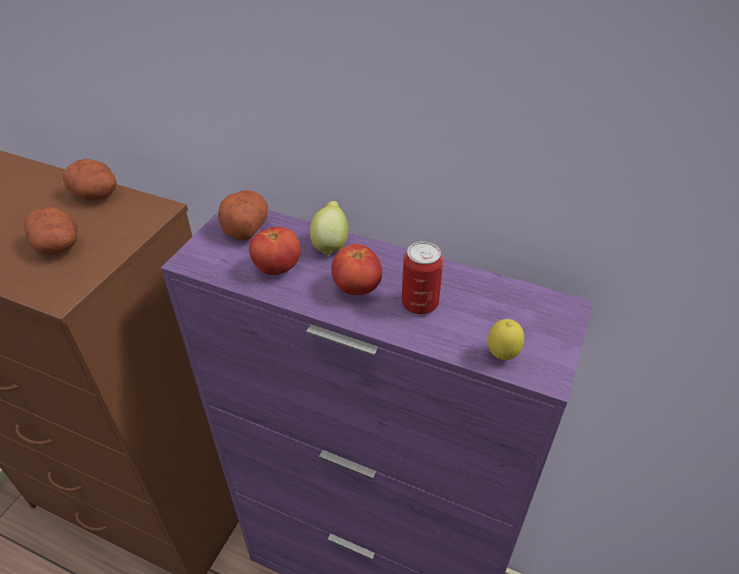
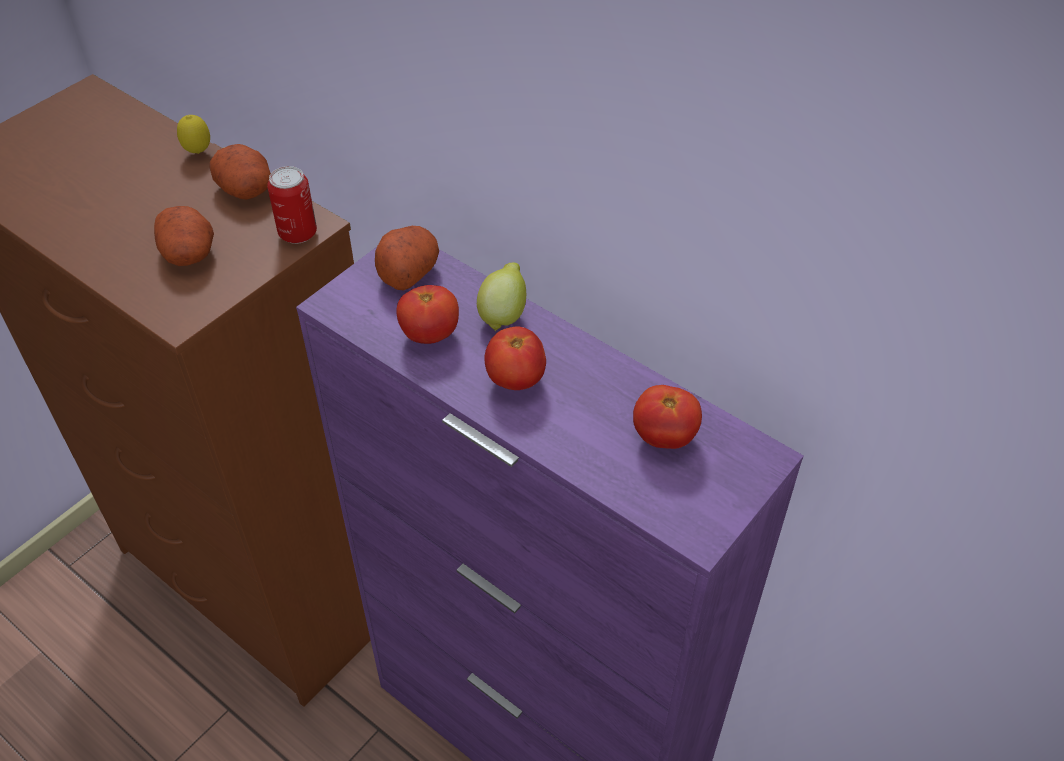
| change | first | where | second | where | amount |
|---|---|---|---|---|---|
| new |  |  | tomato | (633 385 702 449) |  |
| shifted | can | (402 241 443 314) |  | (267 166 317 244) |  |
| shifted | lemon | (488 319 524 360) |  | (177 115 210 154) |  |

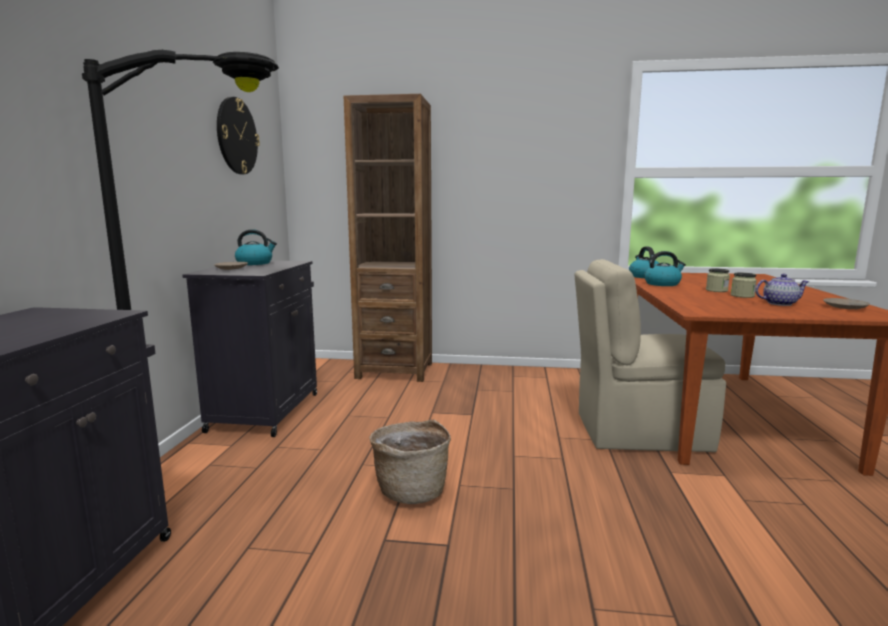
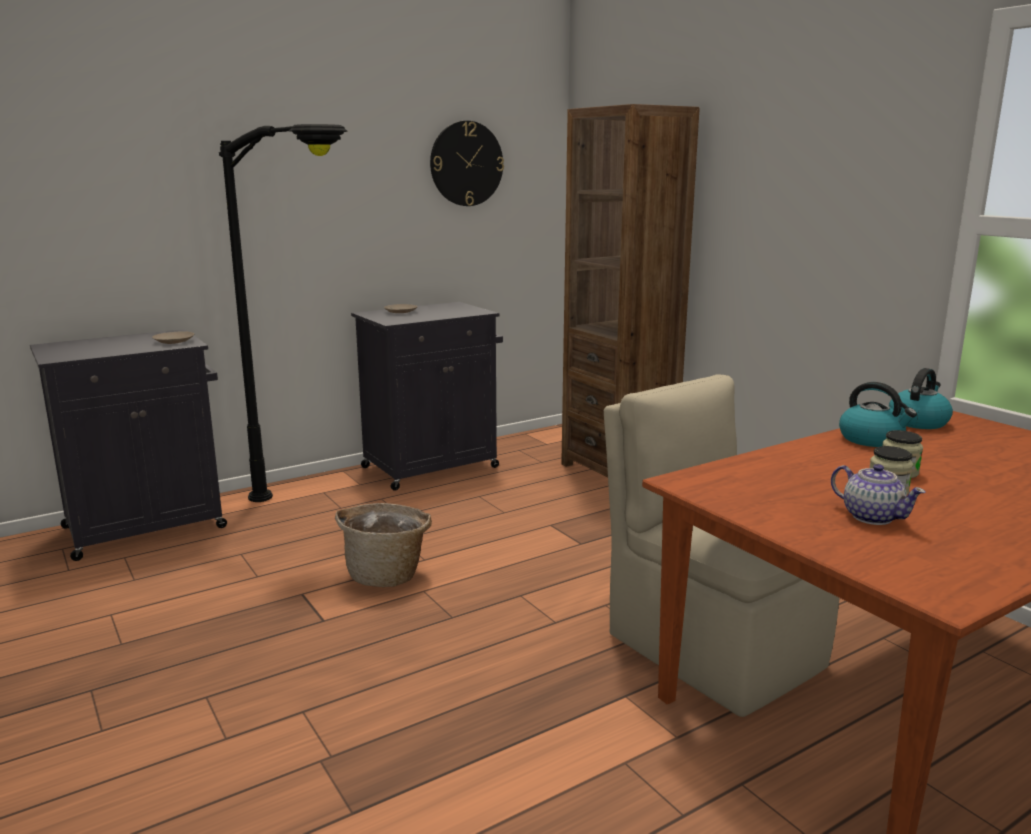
| change | first | where | second | where | amount |
|---|---|---|---|---|---|
| gone | kettle | (235 229 277 265) |  |  |  |
| shifted | plate in beige | (823 298 870 309) |  | (152 331 194 344) |  |

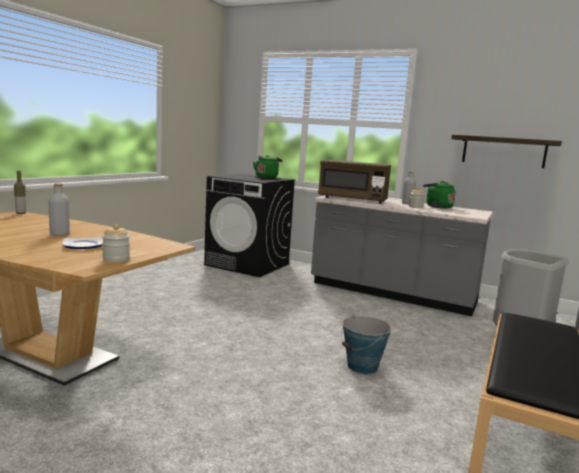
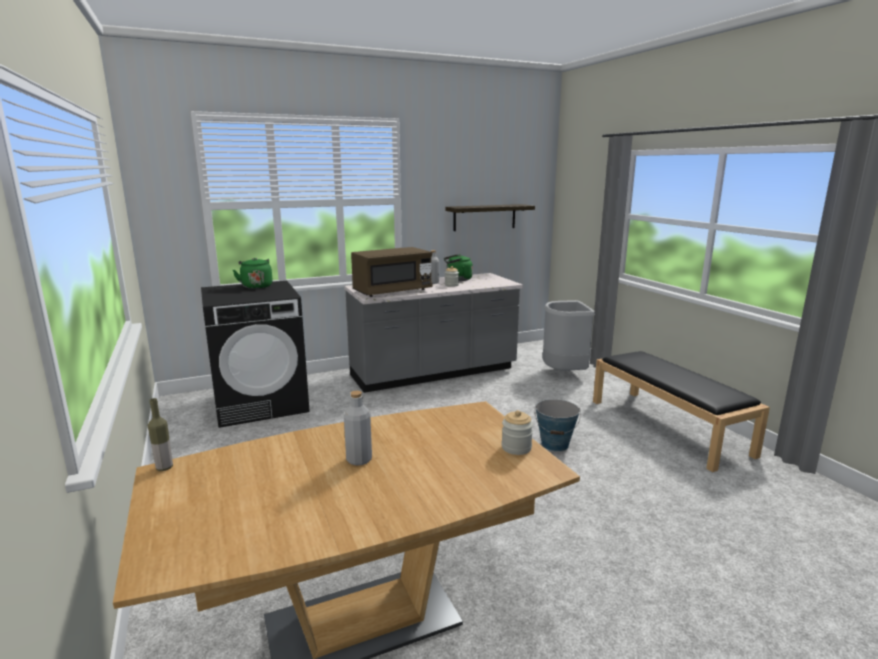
| change | first | where | second | where | amount |
|---|---|---|---|---|---|
| gone | plate | (63 237 103 249) |  |  |  |

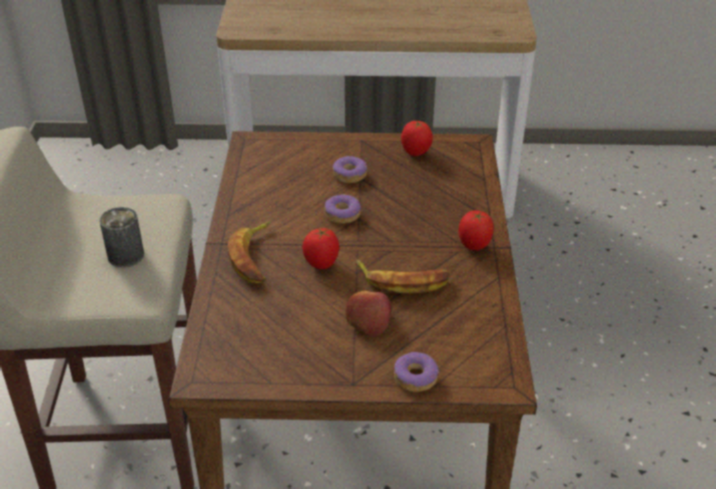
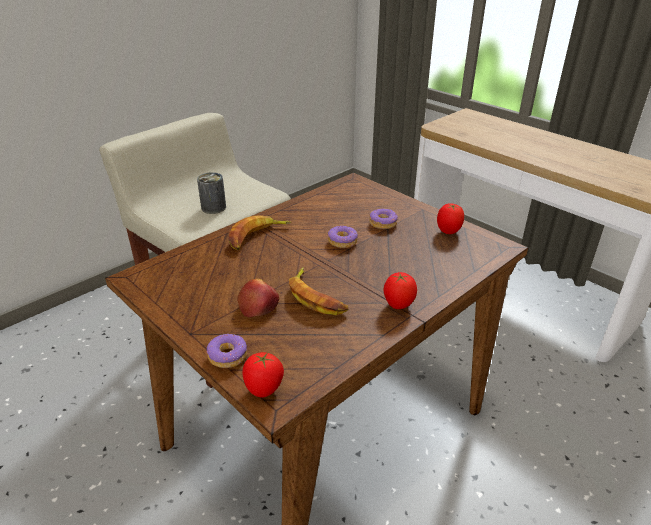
| change | first | where | second | where | amount |
|---|---|---|---|---|---|
| shifted | tomato | (302 228 339 269) |  | (242 352 284 397) |  |

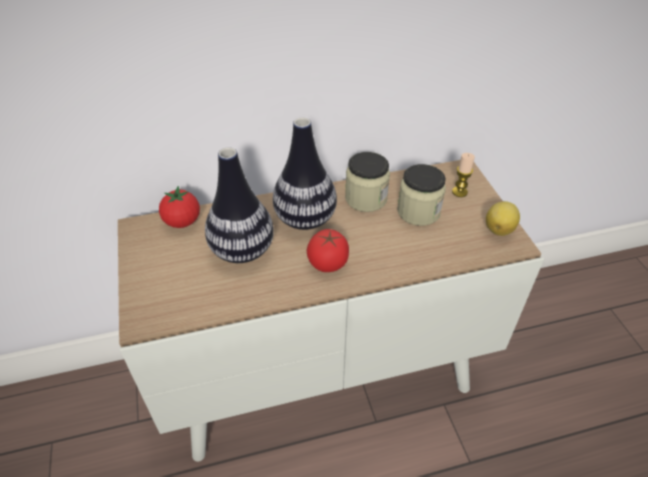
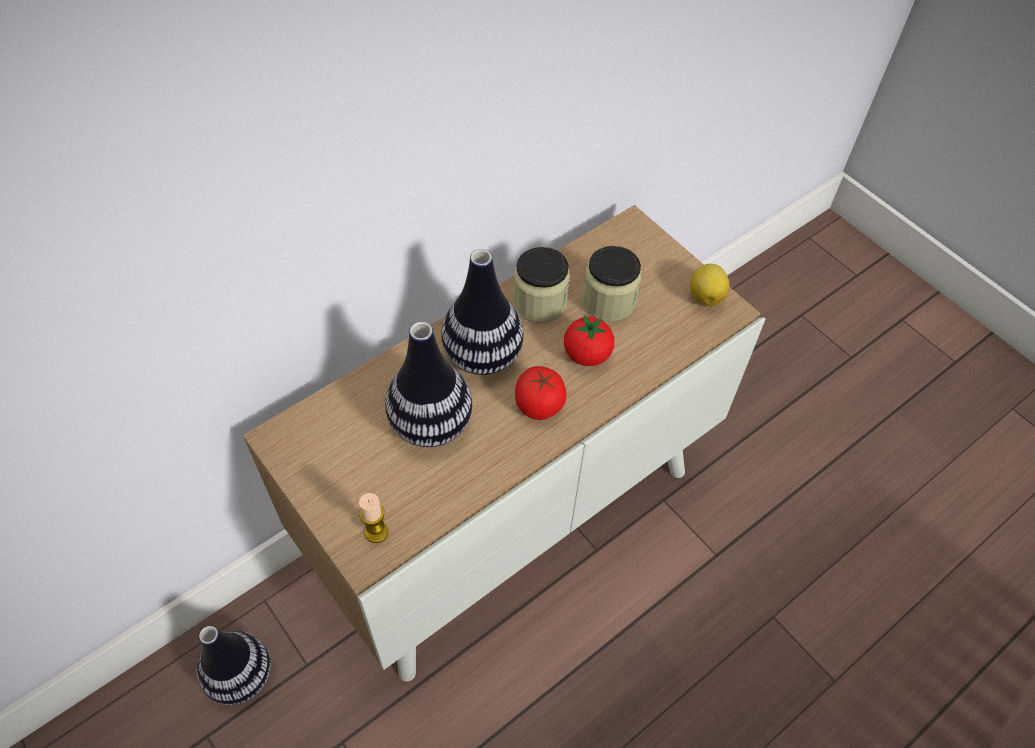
| change | first | where | second | where | amount |
|---|---|---|---|---|---|
| new |  |  | vase | (196 626 271 705) |  |
| shifted | tomato | (159 186 200 228) |  | (564 315 614 366) |  |
| shifted | candle | (452 153 475 197) |  | (359 493 388 543) |  |

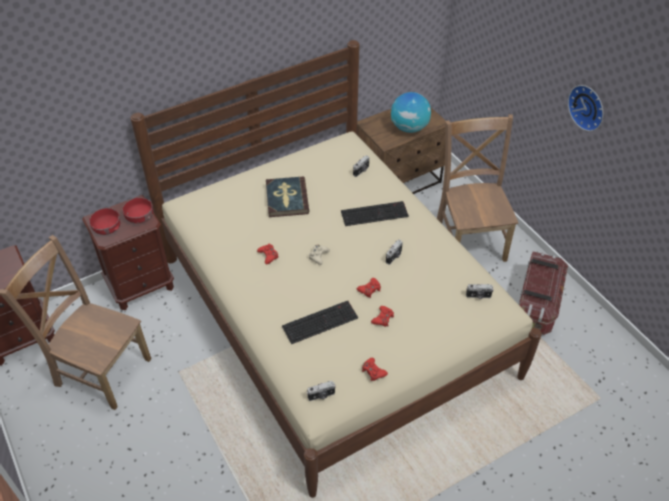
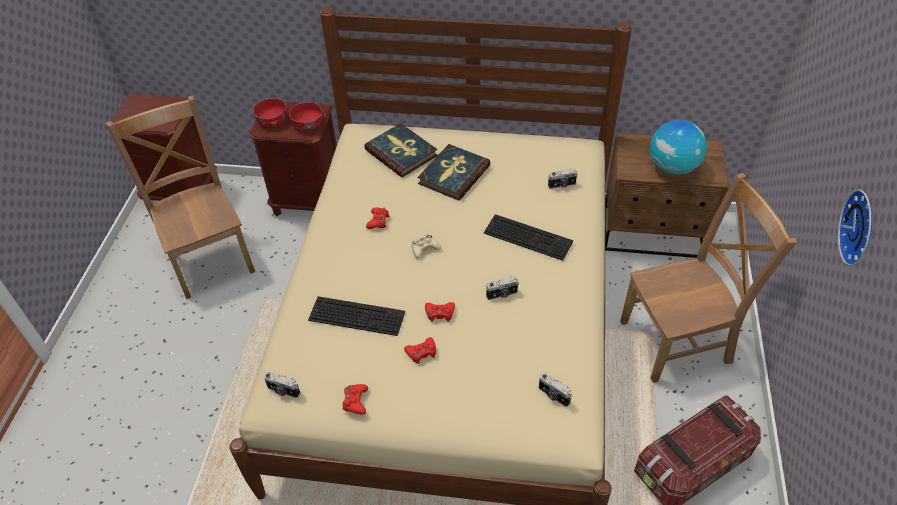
| change | first | where | second | where | amount |
|---|---|---|---|---|---|
| new |  |  | book | (364 123 438 177) |  |
| rotated | chair in brown | (437 114 518 262) |  | (620 173 797 383) | 45 degrees clockwise |

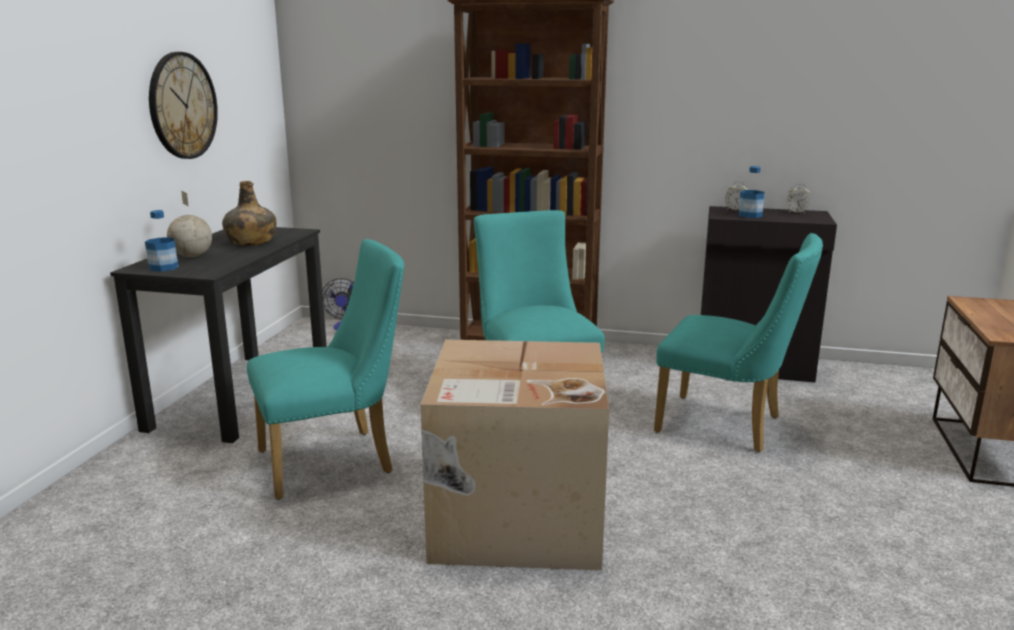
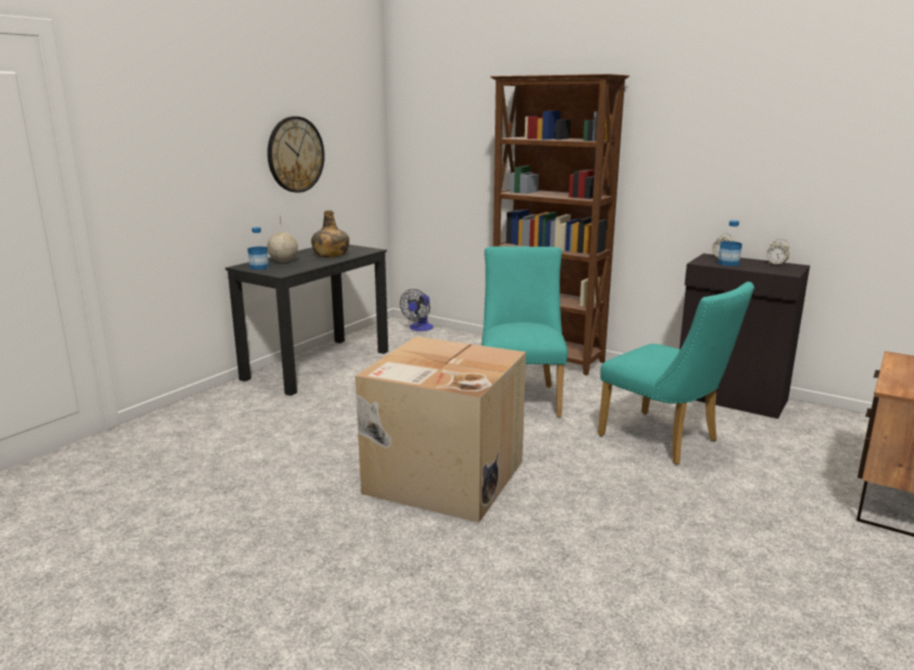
| change | first | where | second | where | amount |
|---|---|---|---|---|---|
| gone | chair in turquoise | (247 239 404 500) |  |  |  |

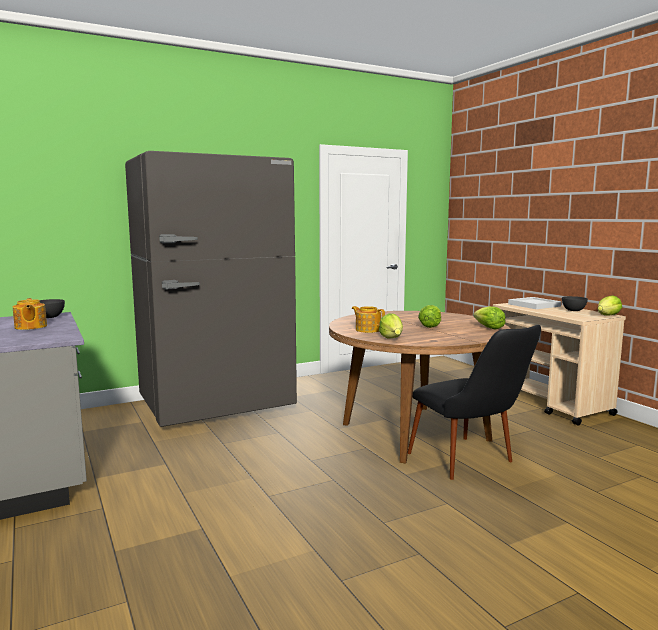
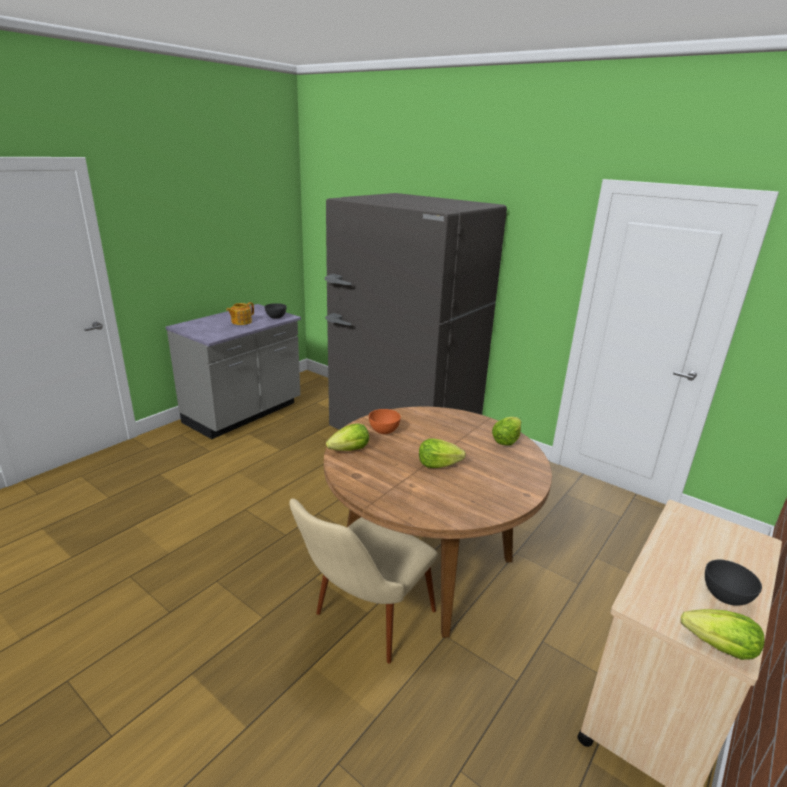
| change | first | where | second | where | amount |
|---|---|---|---|---|---|
| gone | tray in white | (508 297 561 309) |  |  |  |
| shifted | lettuce | (473 306 506 329) |  | (492 417 521 445) |  |
| swapped | teapot | (351 306 385 333) | bowl in orange | (369 409 401 434) |  |
| repainted | chair in black | (408 325 541 480) | chair in beige | (289 499 438 664) |  |

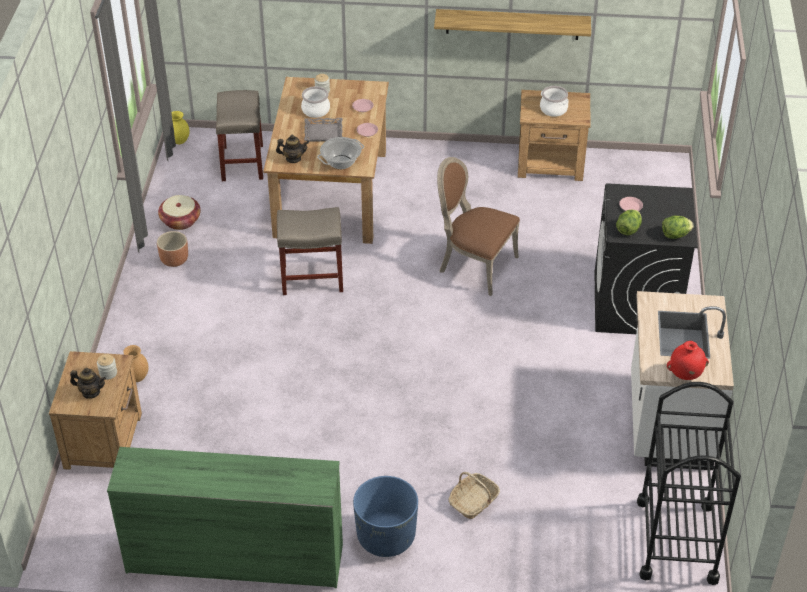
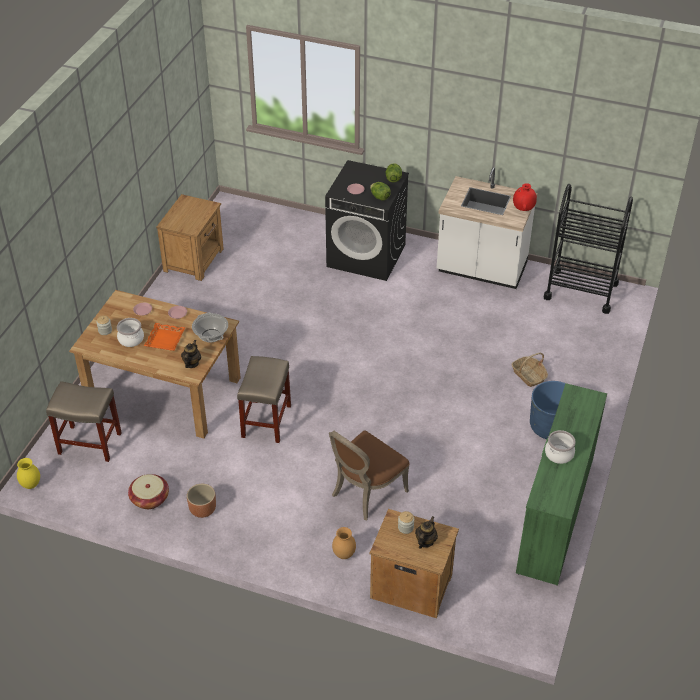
| change | first | where | second | where | amount |
|---|---|---|---|---|---|
| gone | shelf | (434 9 591 40) |  |  |  |
| shifted | chair in brown | (437 157 520 296) |  | (329 430 409 520) |  |
| shifted | cooking pot | (540 86 569 117) |  | (545 430 576 464) |  |
| repainted | tray in grey | (304 118 343 142) | tray in orange | (144 323 186 351) |  |

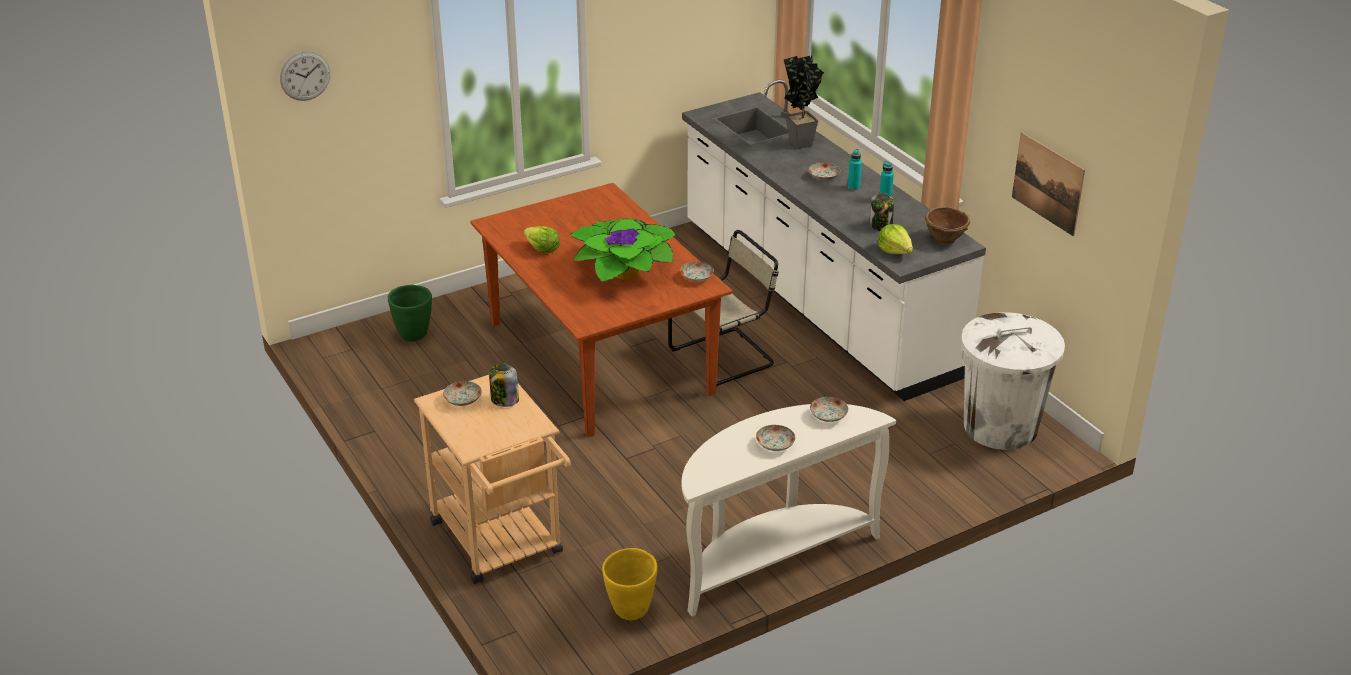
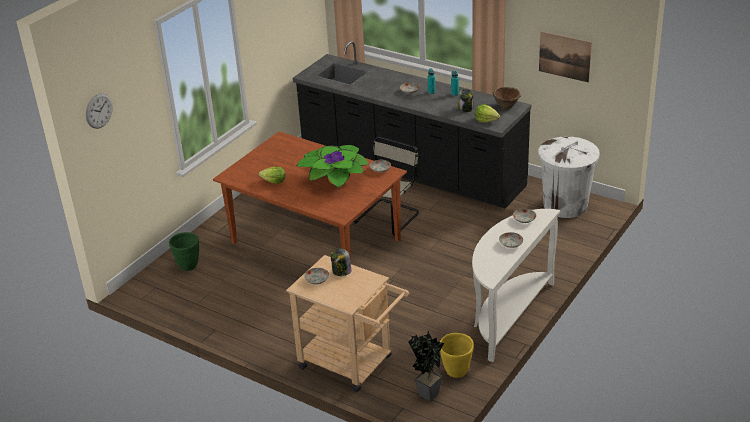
| change | first | where | second | where | amount |
|---|---|---|---|---|---|
| shifted | potted plant | (784 55 824 149) |  | (408 331 444 402) |  |
| repainted | counter in white | (682 80 986 401) | counter in black | (293 41 531 209) |  |

